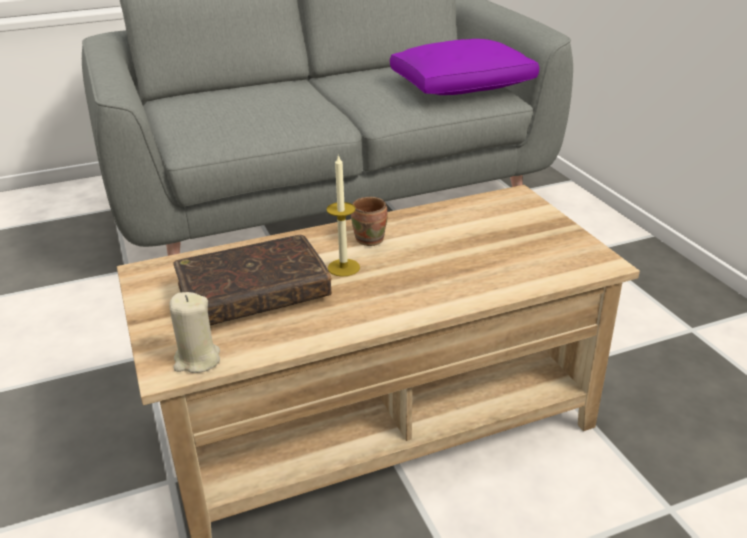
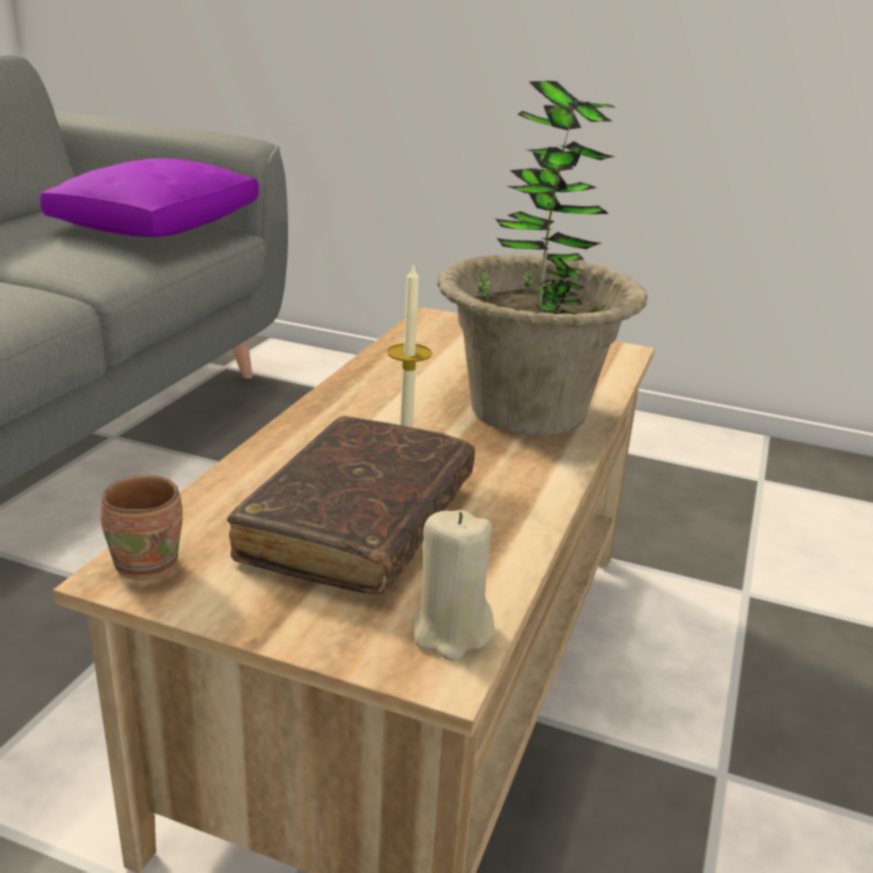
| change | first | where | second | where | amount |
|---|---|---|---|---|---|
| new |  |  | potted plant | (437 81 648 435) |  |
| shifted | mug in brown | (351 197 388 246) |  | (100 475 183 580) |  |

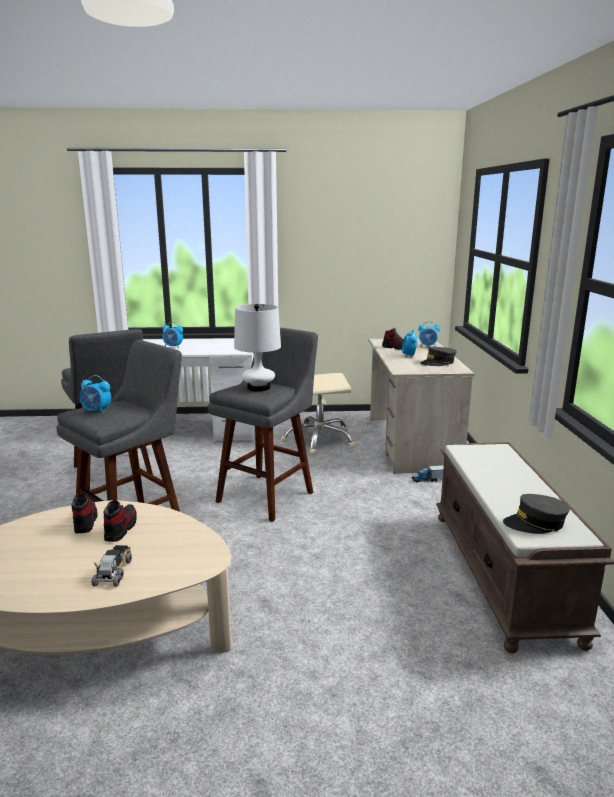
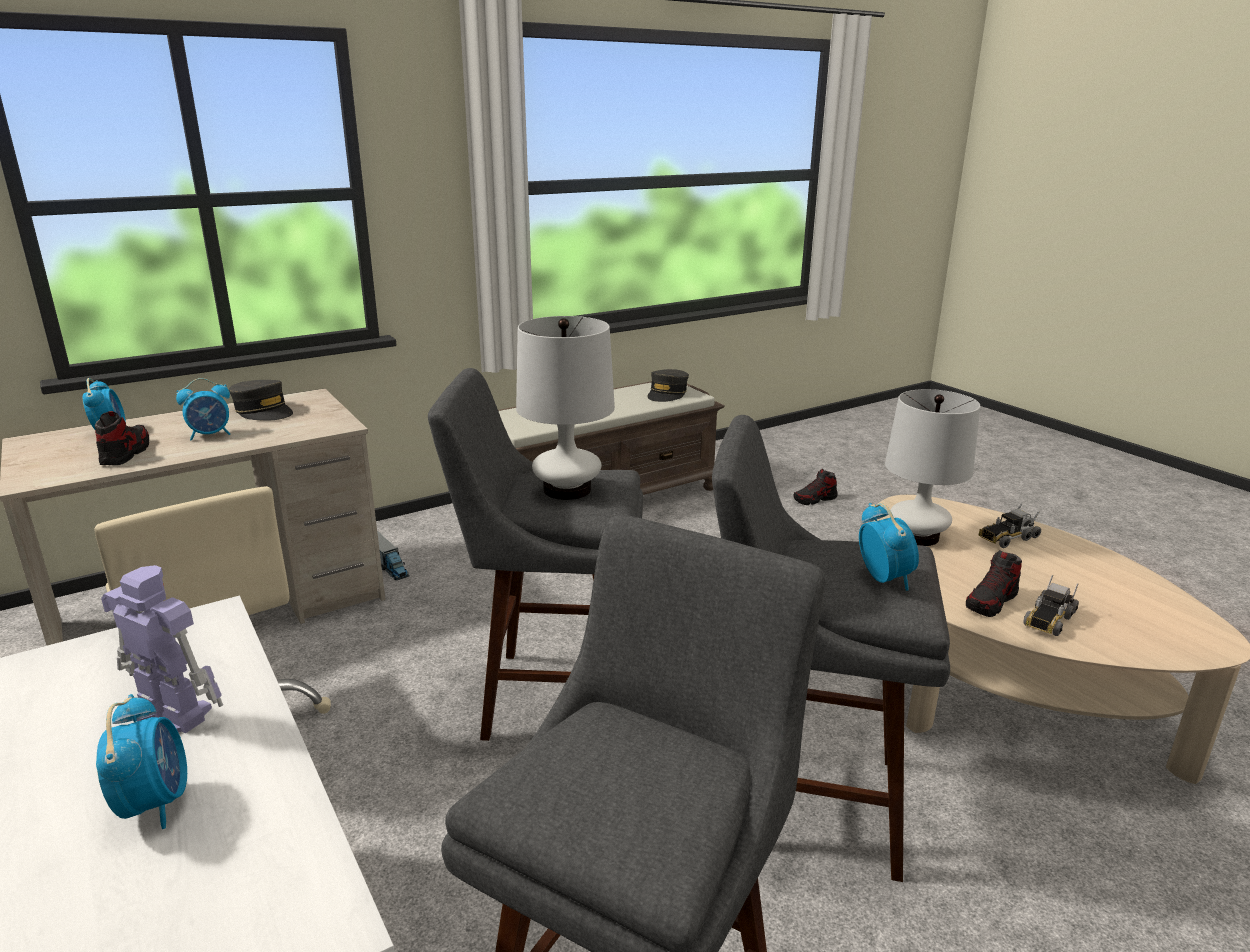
| change | first | where | second | where | amount |
|---|---|---|---|---|---|
| new |  |  | toy robot | (101 565 223 733) |  |
| new |  |  | table lamp in white | (885 389 980 546) |  |
| new |  |  | toy truck | (1023 575 1079 636) |  |
| shifted | shoe | (104 500 137 542) |  | (793 469 838 505) |  |
| rotated | cap in grey | (503 494 570 534) |  | (647 369 689 402) | 60 degrees clockwise |

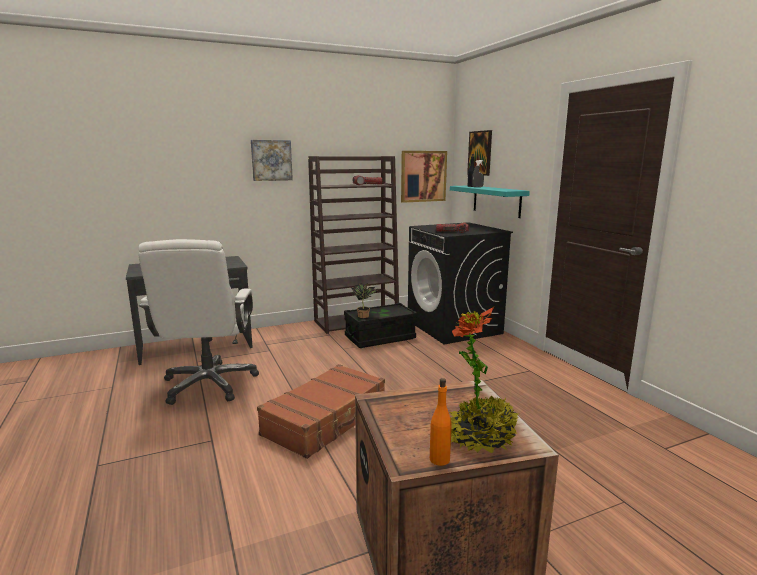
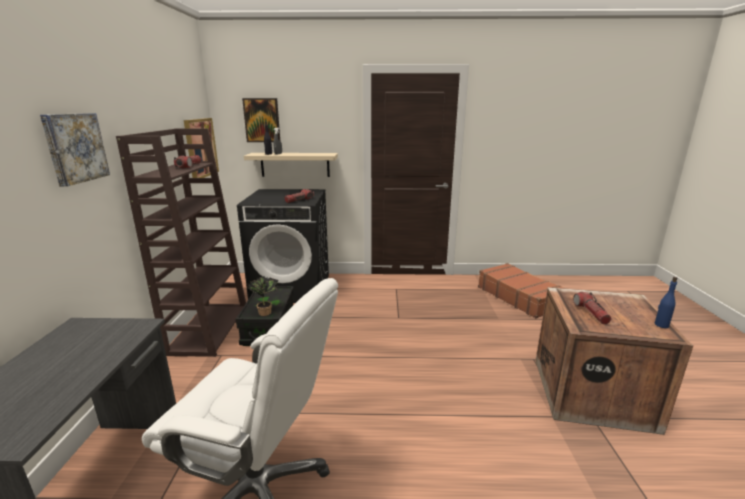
| change | first | where | second | where | amount |
|---|---|---|---|---|---|
| gone | potted plant | (449 307 518 453) |  |  |  |
| new |  |  | flashlight | (573 292 611 324) |  |
| shifted | suitcase in brown | (257 364 385 459) |  | (478 263 566 318) |  |
| repainted | bottle in orange | (430 378 452 466) | bottle in blue | (655 277 677 328) |  |
| repainted | shelf in turquoise | (450 185 530 218) | shelf in beige | (244 153 338 177) |  |

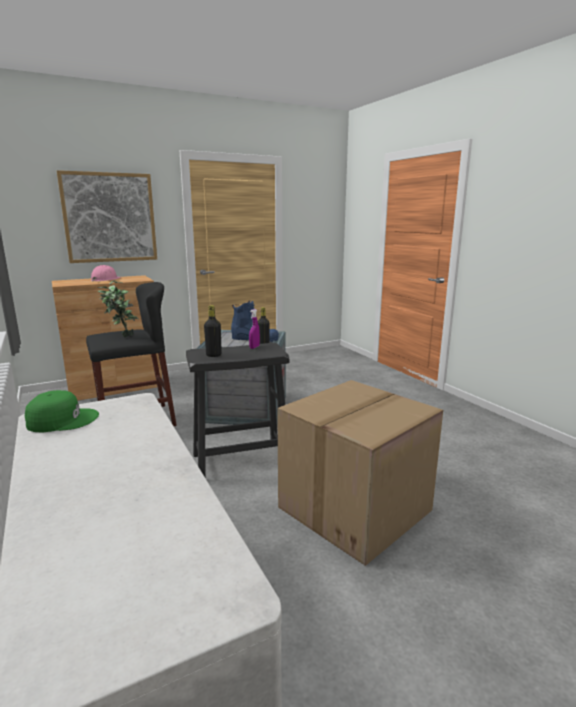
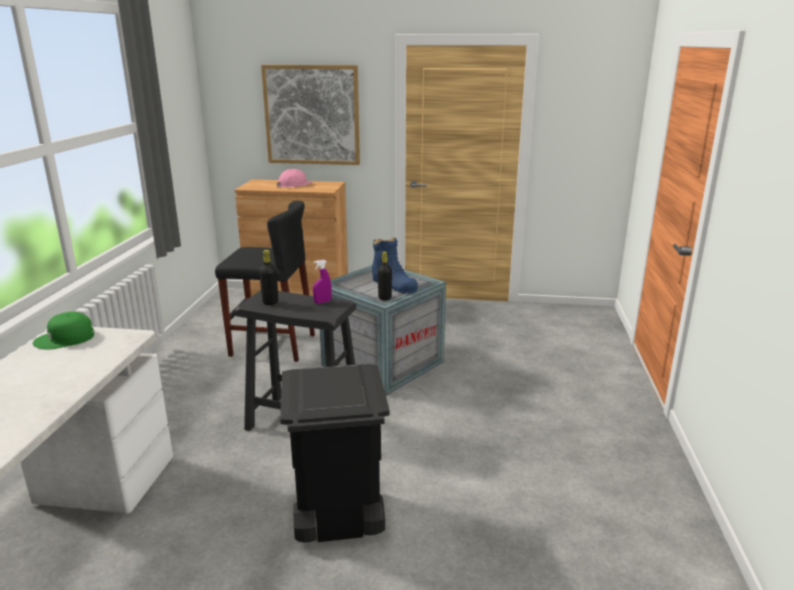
| change | first | where | second | where | amount |
|---|---|---|---|---|---|
| gone | potted plant | (98 280 138 337) |  |  |  |
| swapped | cardboard box | (277 380 443 566) | trash can in black | (280 364 390 543) |  |
| rotated | cap in green | (25 390 99 432) |  | (33 312 94 350) | 135 degrees clockwise |

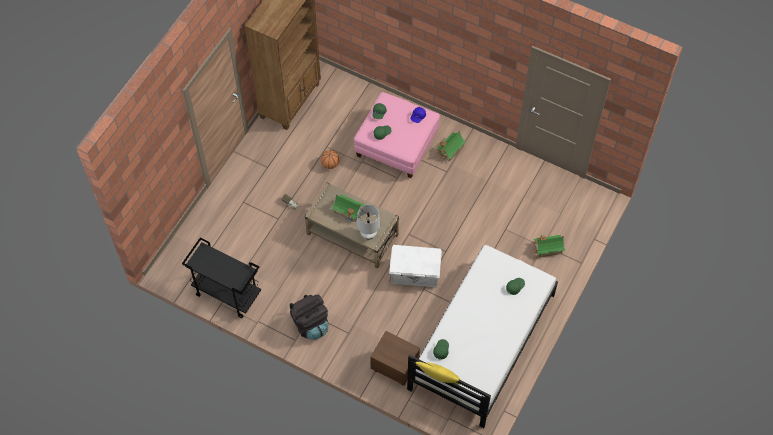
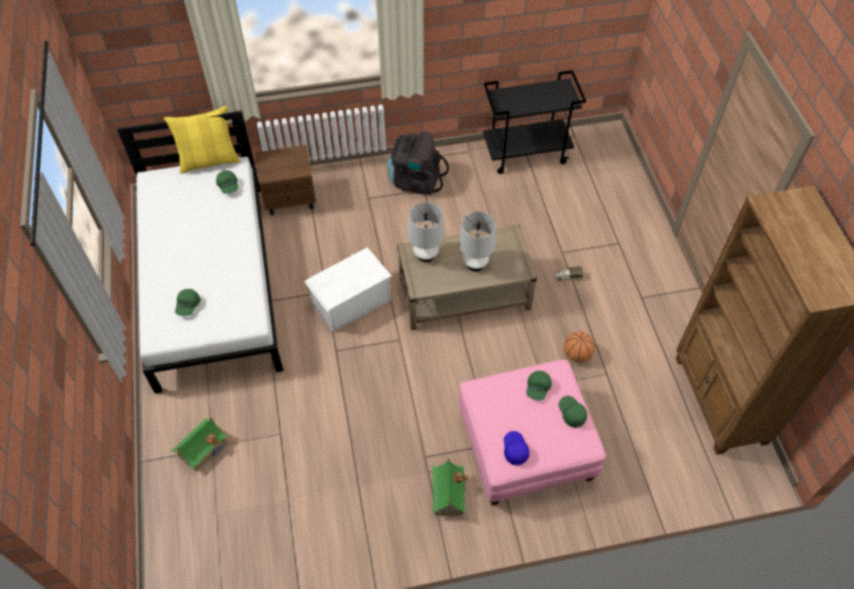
| change | first | where | second | where | amount |
|---|---|---|---|---|---|
| swapped | toy house | (331 194 364 222) | table lamp in white | (459 211 496 271) |  |

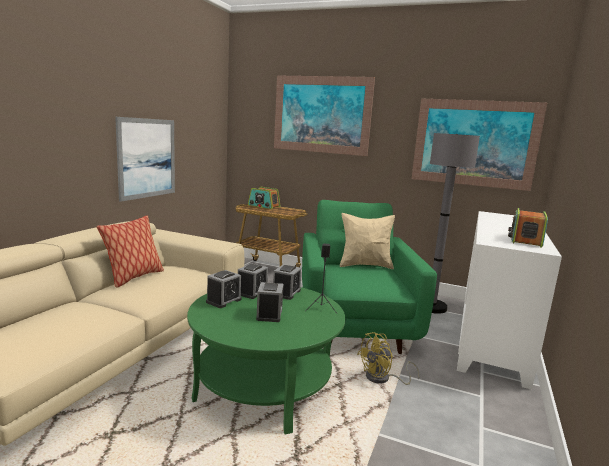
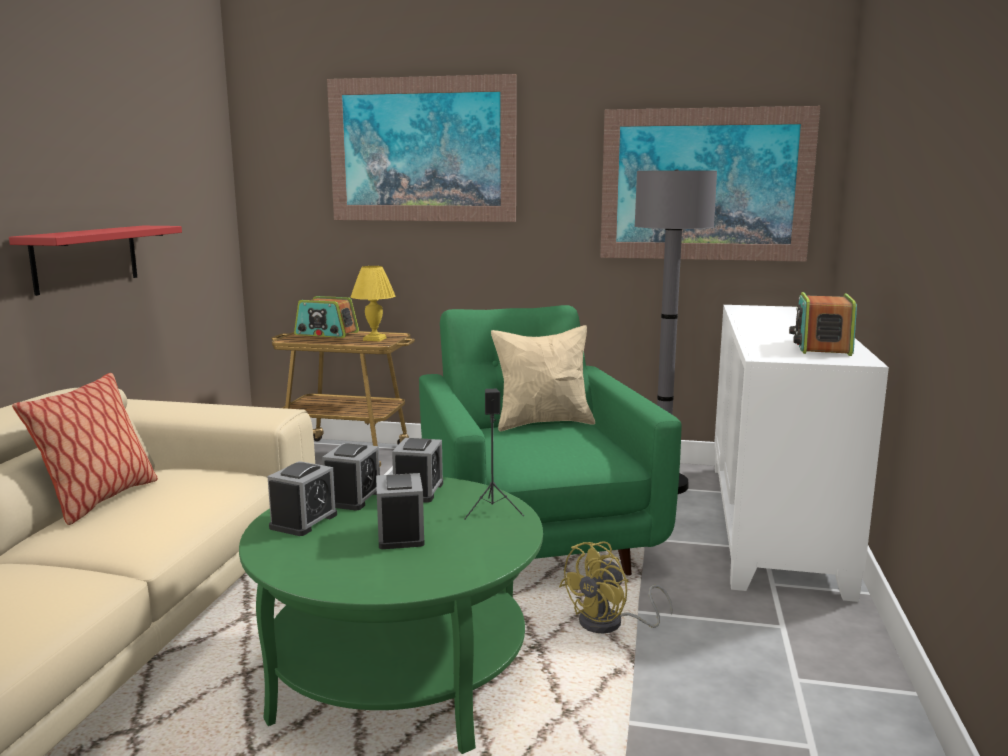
| change | first | where | second | where | amount |
|---|---|---|---|---|---|
| new |  |  | table lamp in yellow | (351 266 395 341) |  |
| swapped | picture | (115 117 175 202) | shelf in red | (9 226 182 296) |  |

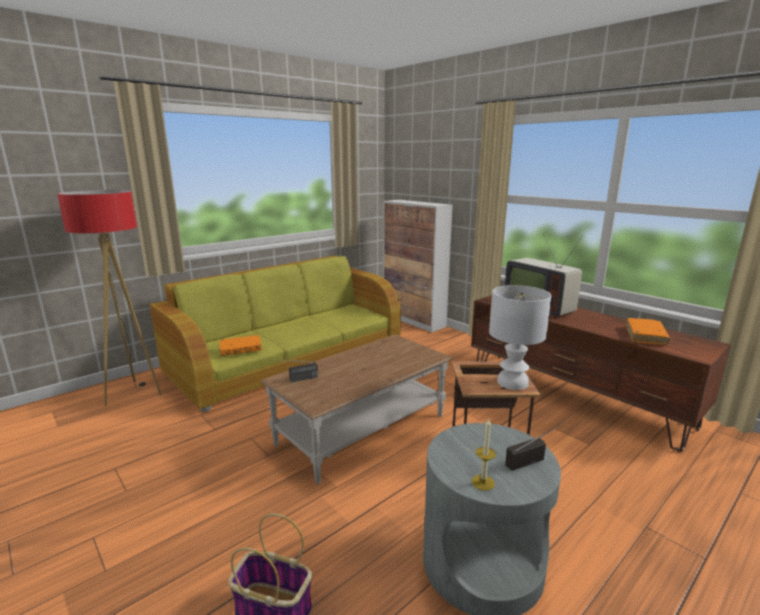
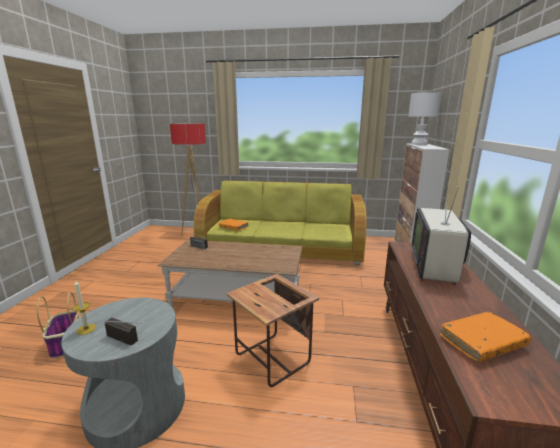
| change | first | where | second | where | amount |
|---|---|---|---|---|---|
| shifted | table lamp in white | (489 285 551 390) |  | (408 92 441 145) |  |

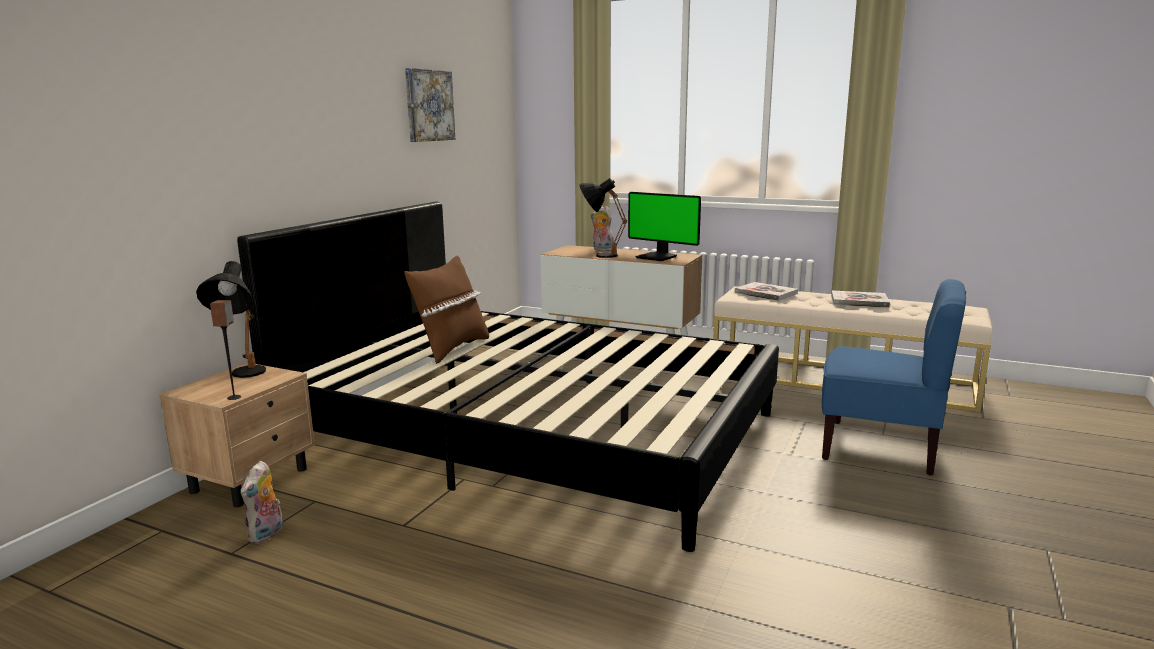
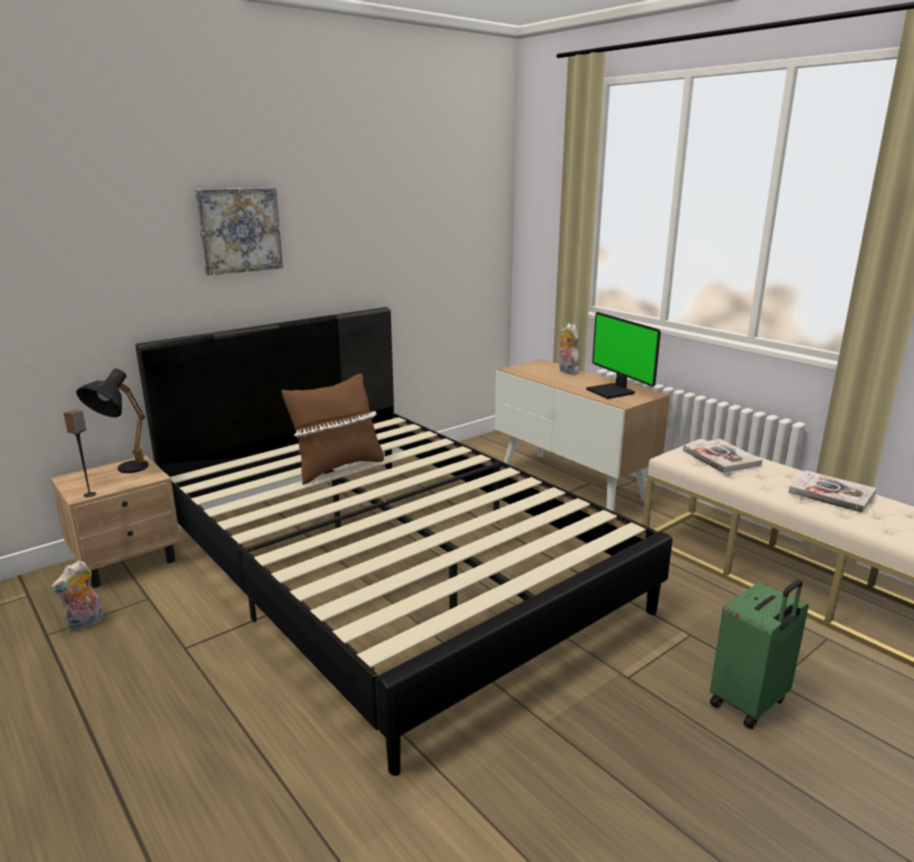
| change | first | where | second | where | amount |
|---|---|---|---|---|---|
| gone | table lamp in black | (579 178 627 258) |  |  |  |
| shifted | picture | (405 68 455 142) |  | (195 188 283 275) |  |
| swapped | chair in blue | (822 279 966 476) | suitcase in green | (710 580 809 729) |  |

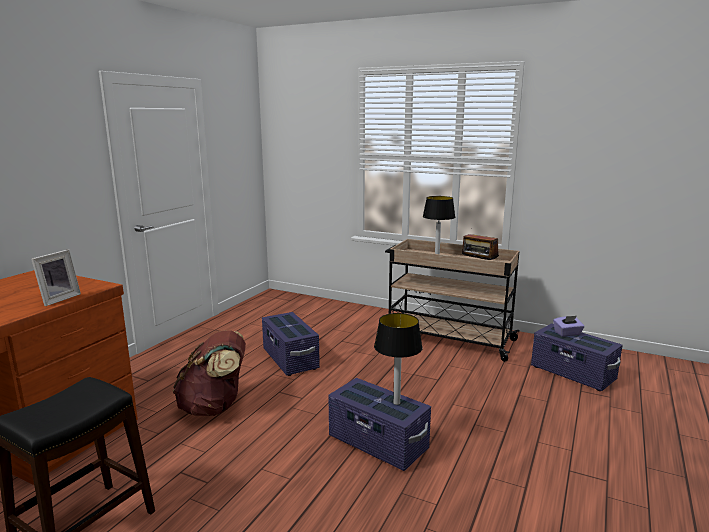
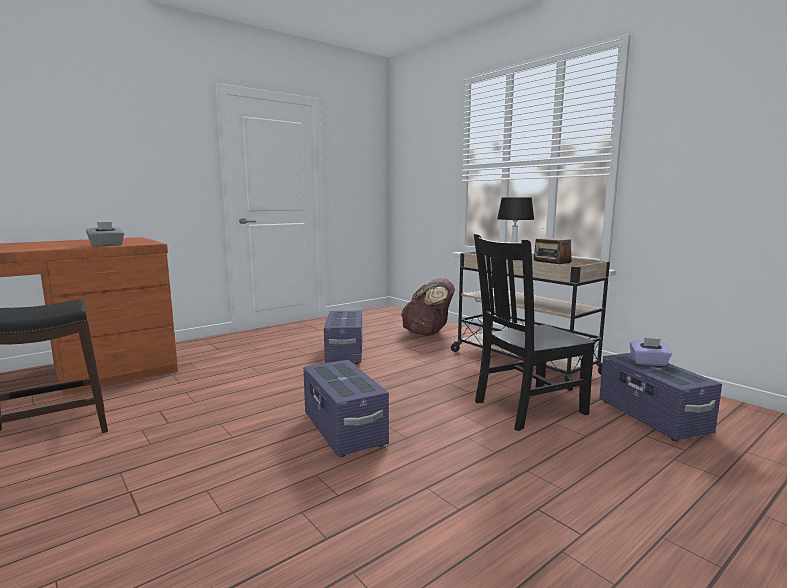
| change | first | where | second | where | amount |
|---|---|---|---|---|---|
| gone | table lamp | (374 313 423 405) |  |  |  |
| new |  |  | chair in black | (474 234 595 431) |  |
| shifted | backpack in brown | (173 330 246 416) |  | (401 278 455 336) |  |
| swapped | picture frame | (31 249 81 306) | tissue box in grey | (86 222 124 246) |  |

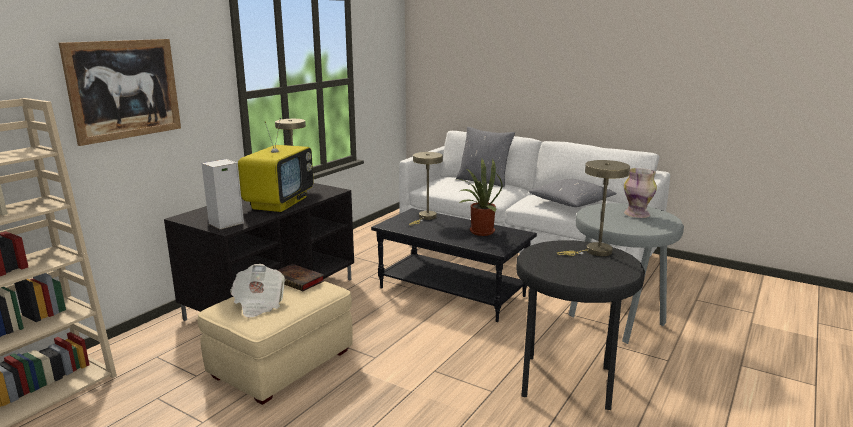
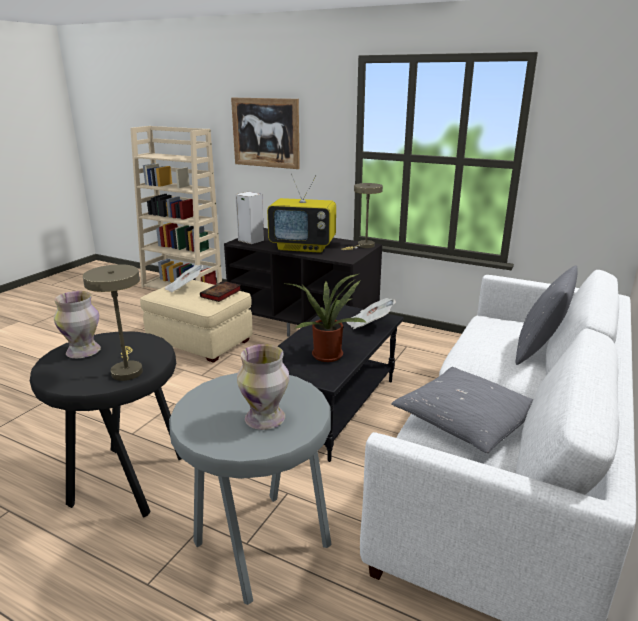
| change | first | where | second | where | amount |
|---|---|---|---|---|---|
| new |  |  | vase | (54 291 101 358) |  |
| swapped | table lamp in beige | (409 152 443 225) | newspaper | (347 298 396 329) |  |

